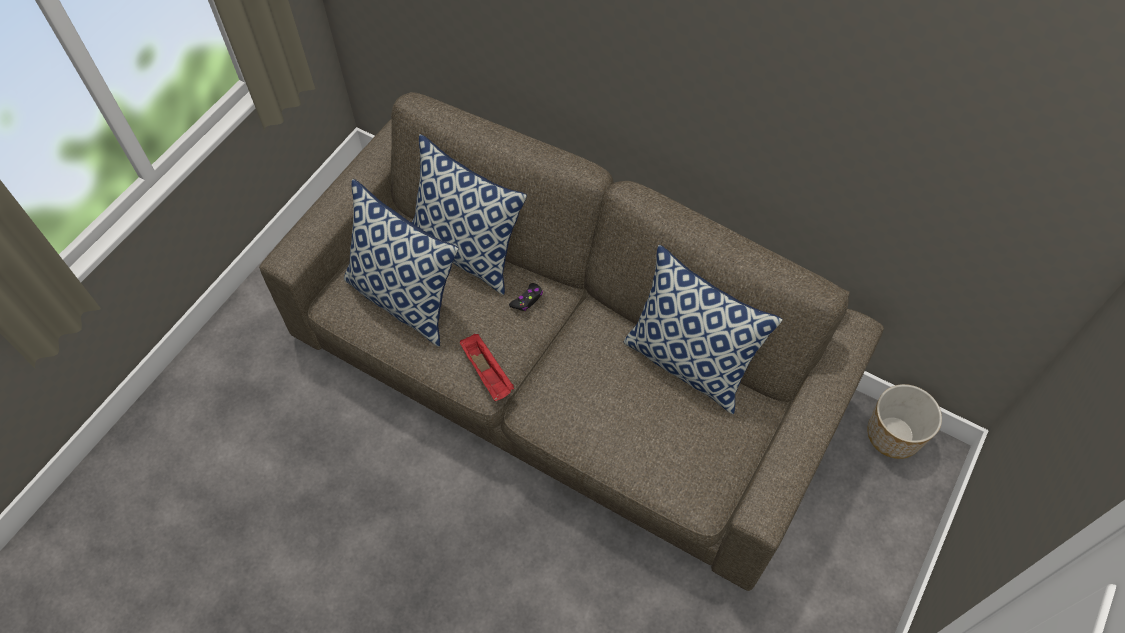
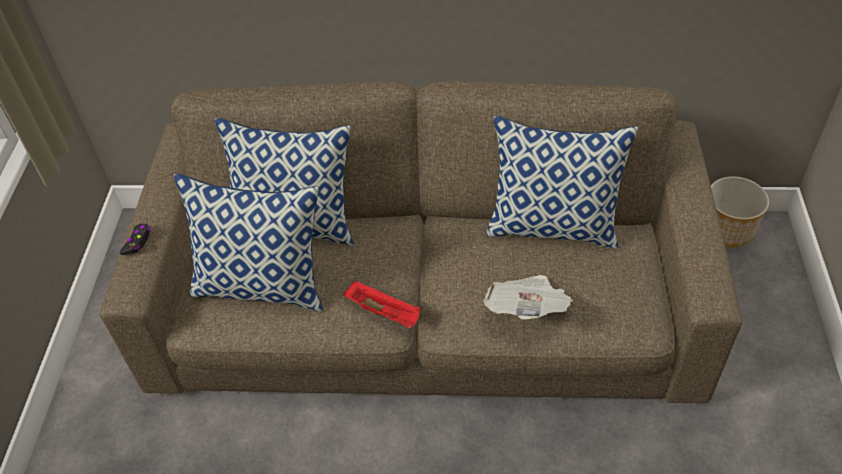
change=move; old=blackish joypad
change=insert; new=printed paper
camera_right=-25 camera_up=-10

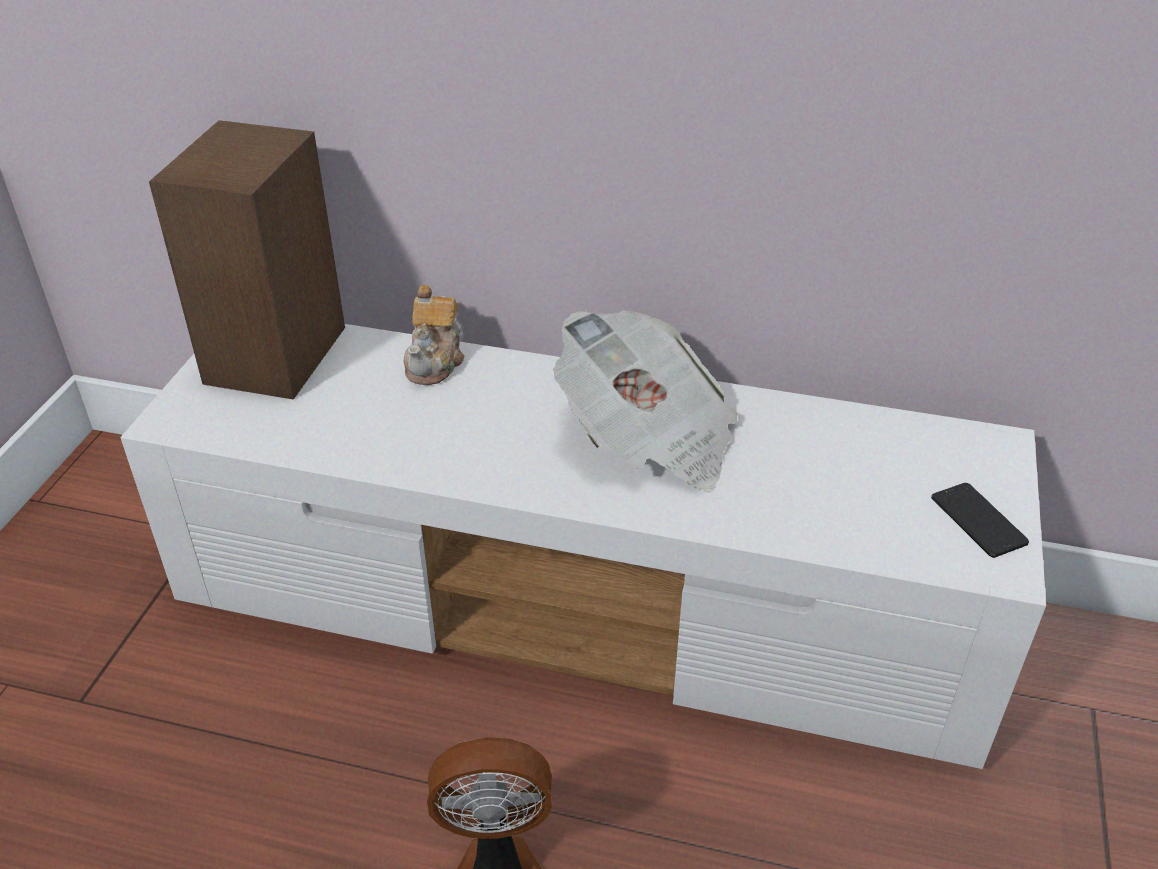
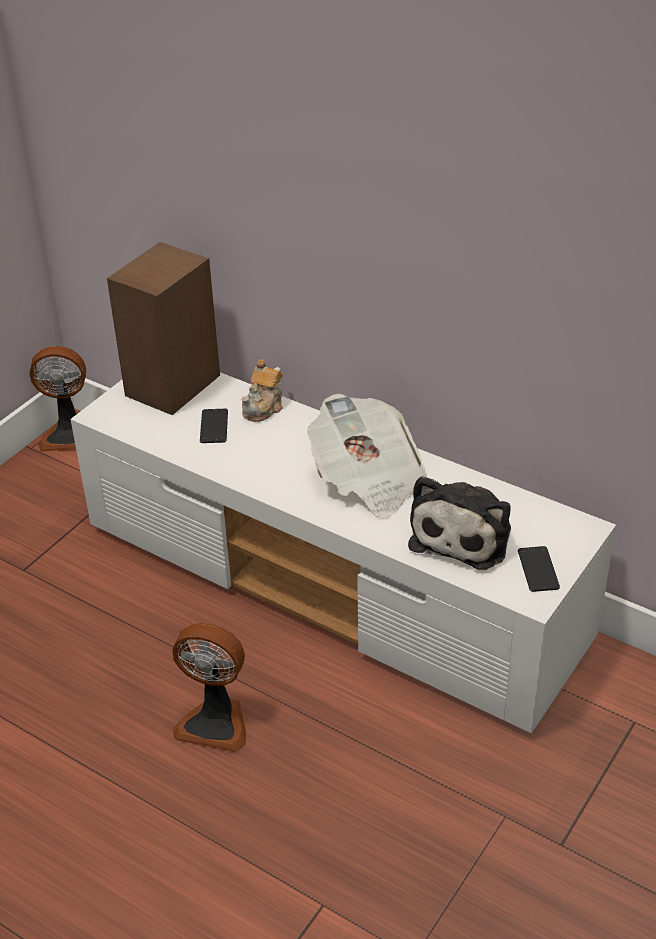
change=insert; new=fan (1st from left)
change=insert; new=handset (1st from left)
change=insert; new=soft toy
camera_right=20 camera_up=0

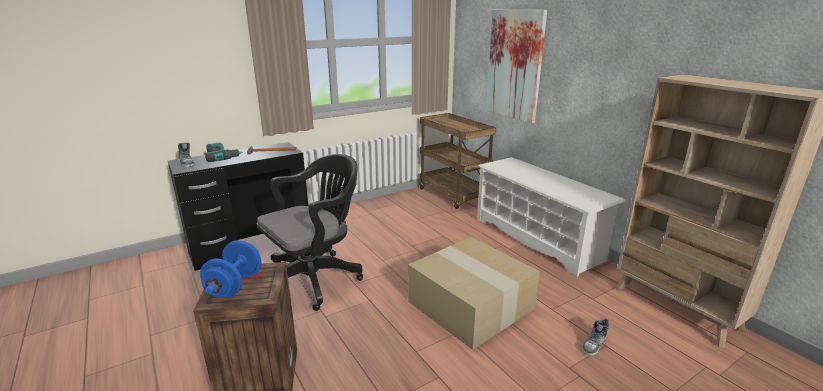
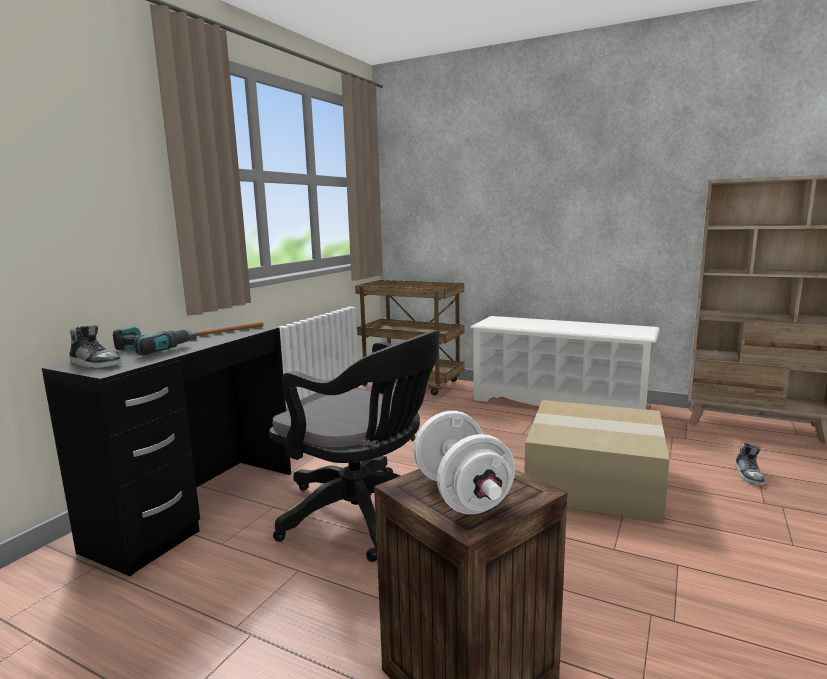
change=rotate; old=blackish desk chair; degrees=105
change=recolor; old=bluish dumbbell; new=whitish dumbbell
change=delete; old=wall art
camera_right=-30 camera_up=-10

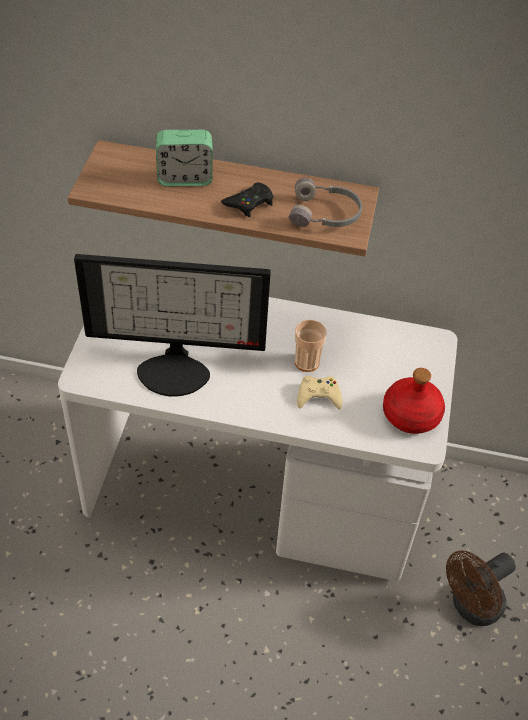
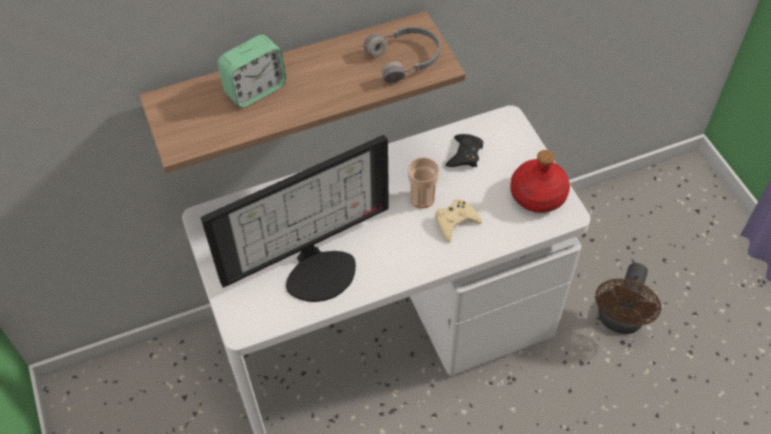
change=move; old=blackish joypad
camera_right=-30 camera_up=5

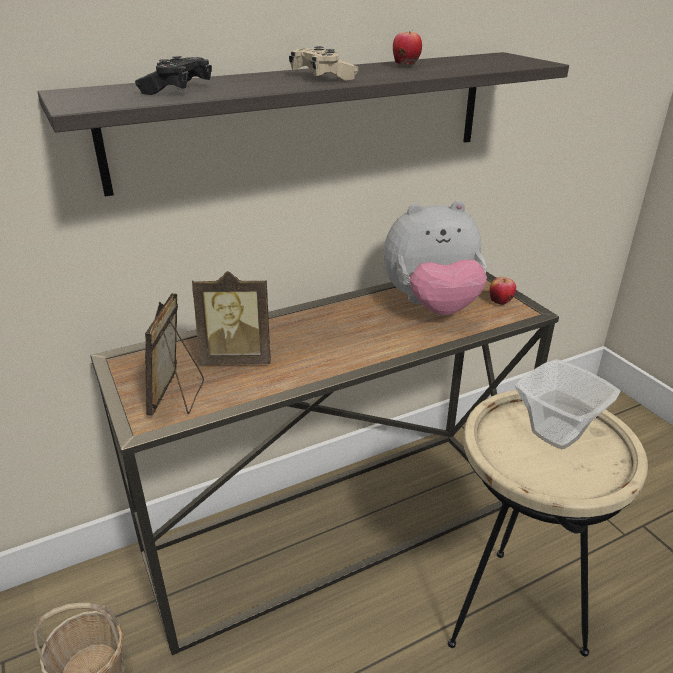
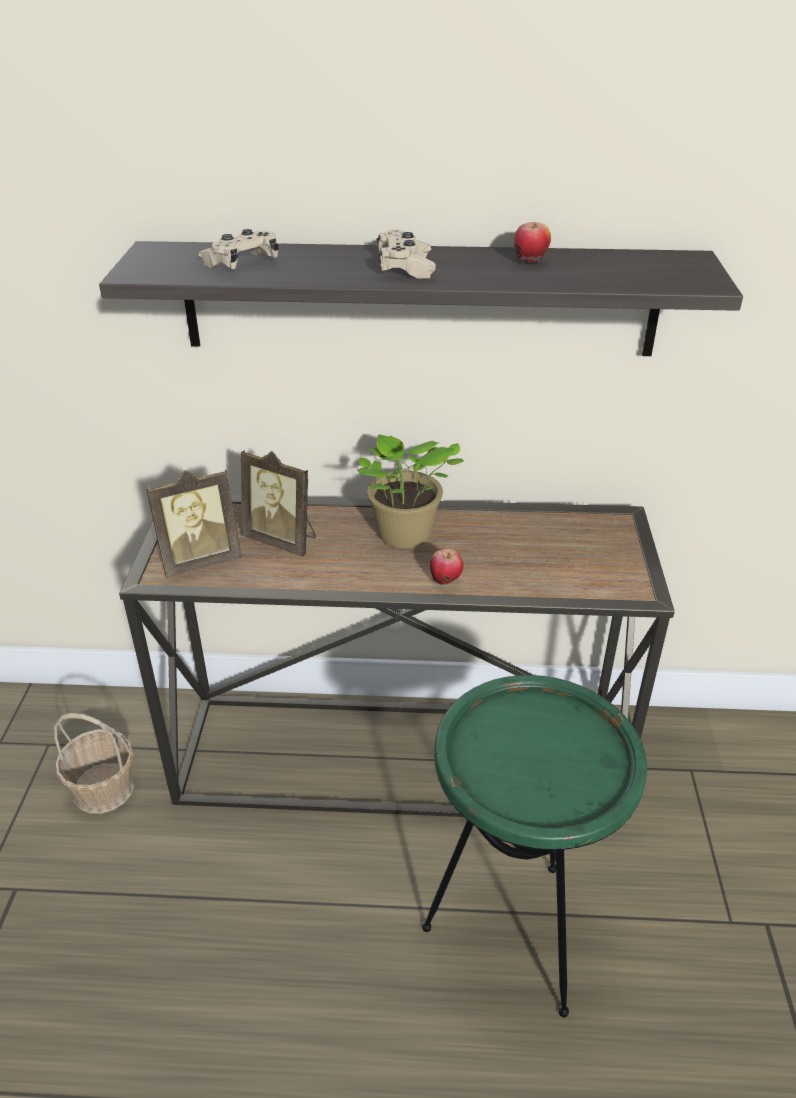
change=rotate; old=photo frame (1st from left); degrees=-150
change=recolor; old=blackish joypad; new=beige-coloured joypad (1st from left)
change=insert; new=plant in a pot
change=recolor; old=beige-coloured side table; new=greenish side table
change=move; old=apple fruit (2nd from left in the first image); new=apple fruit (1st from left)
change=delete; old=soft toy
change=delete; old=bowl
camera_right=30 camera_up=5

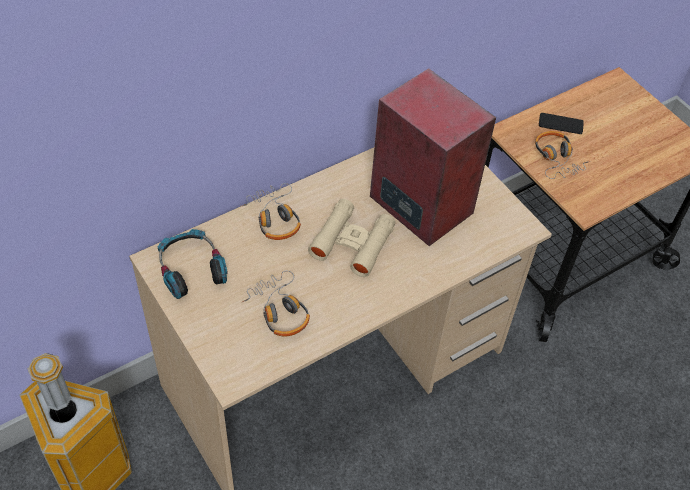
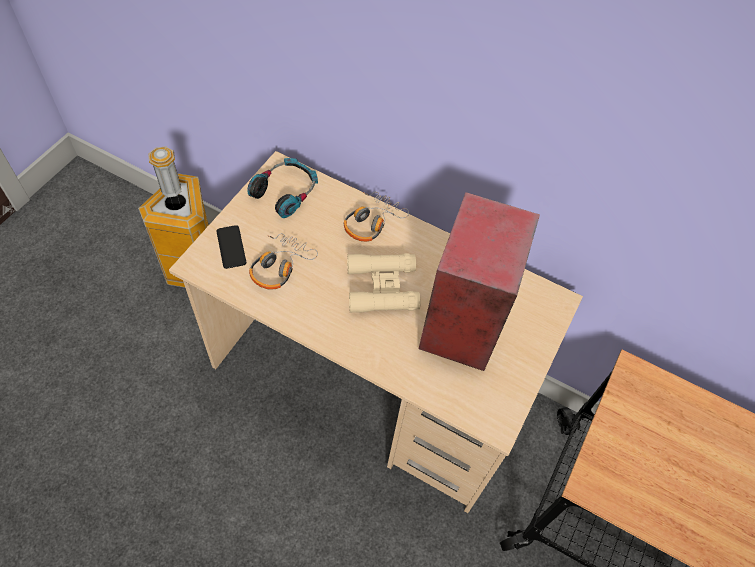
change=move; old=handset
change=delete; old=pair of headphones (4th from left)
camera_right=60 camera_up=5

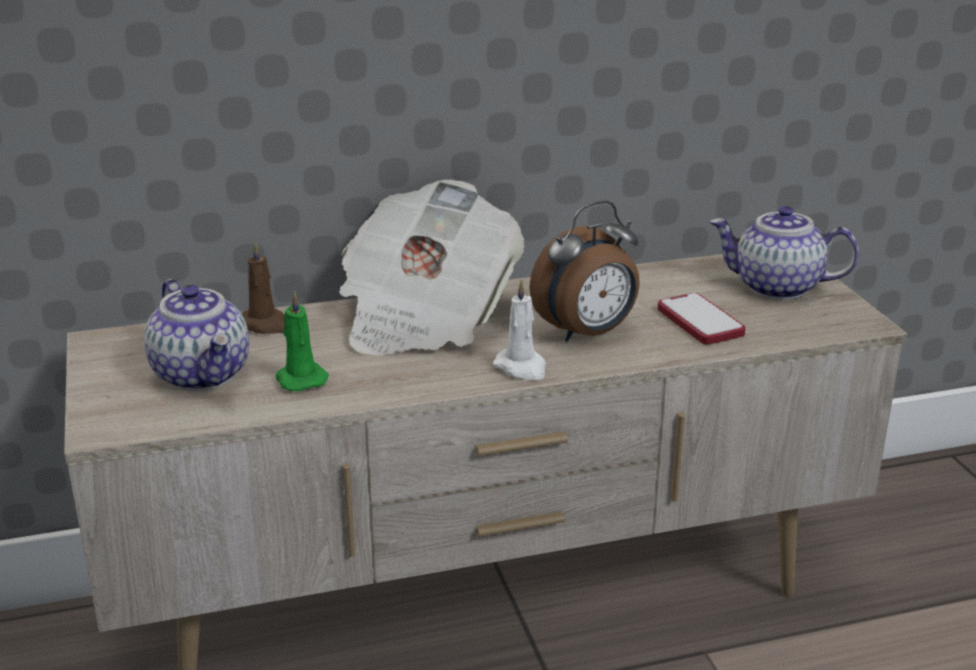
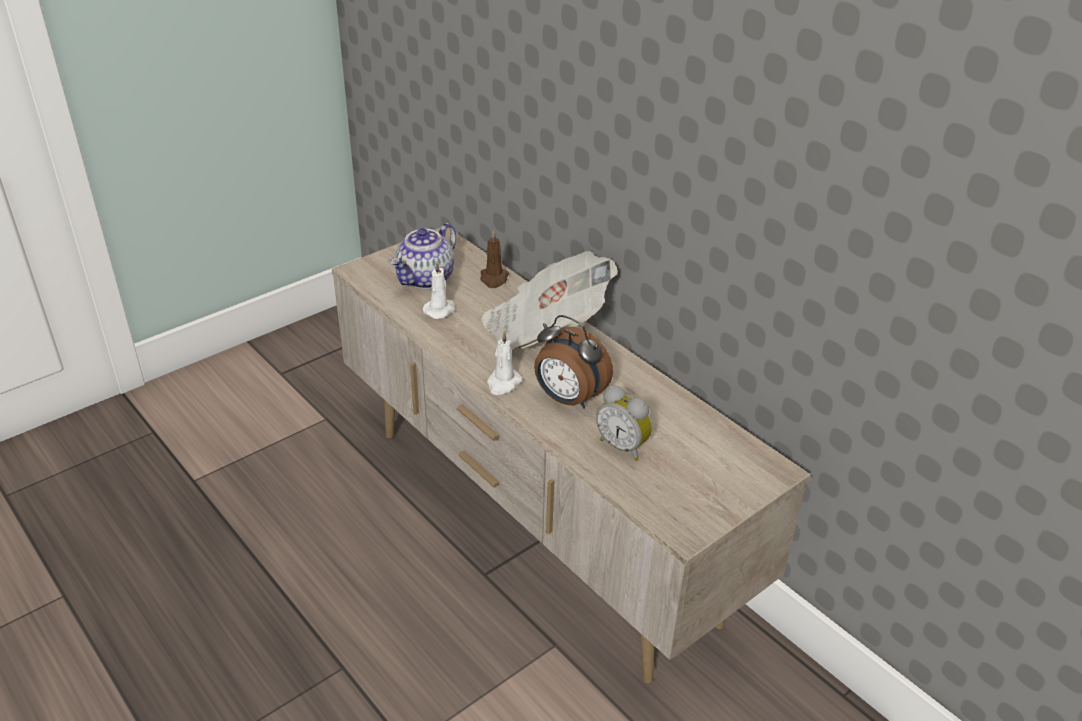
change=recolor; old=greenish wax light; new=whitish wax light (1st from left)
change=replace; old=handset; new=table clock (2nd from left)
change=delete; old=pot for tea (2nd from left)
camera_right=65 camera_up=10

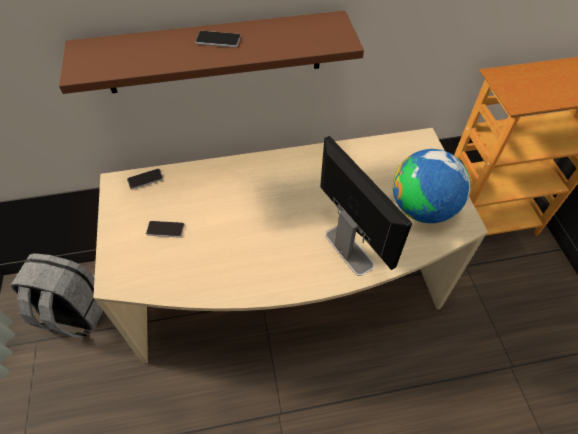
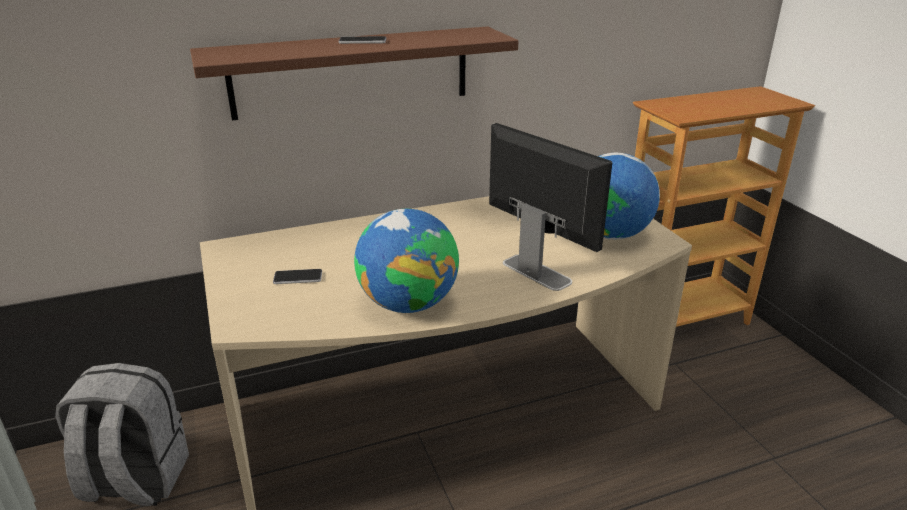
change=insert; new=desk globe (1st from left)
change=delete; old=handset (1st from left)
camera_right=-10 camera_up=-25

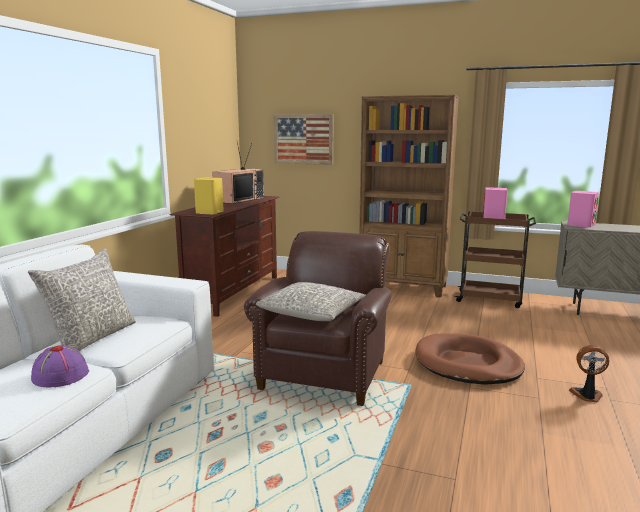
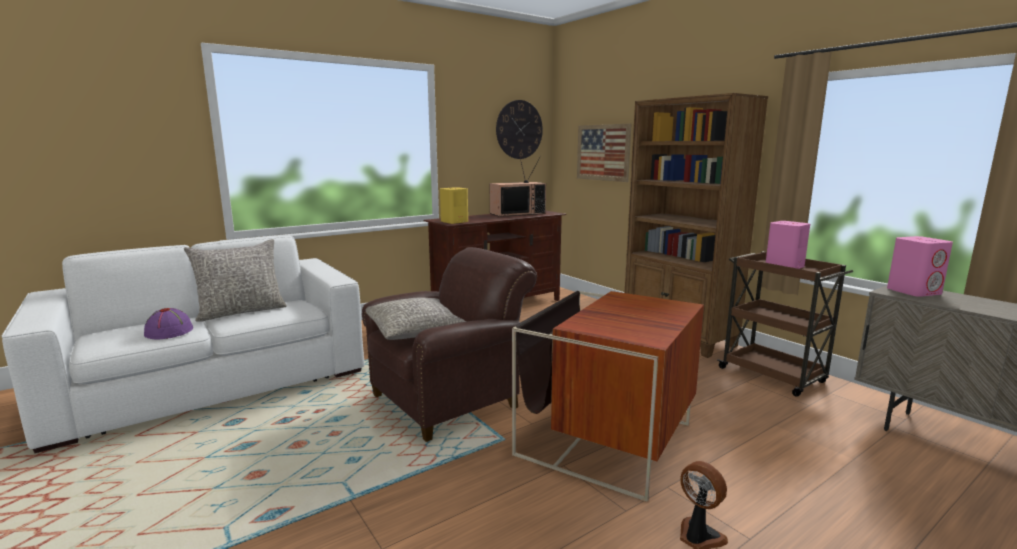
change=insert; new=clock on the wall
change=replace; old=brownish dog bed; new=side table
camera_right=35 camera_up=0

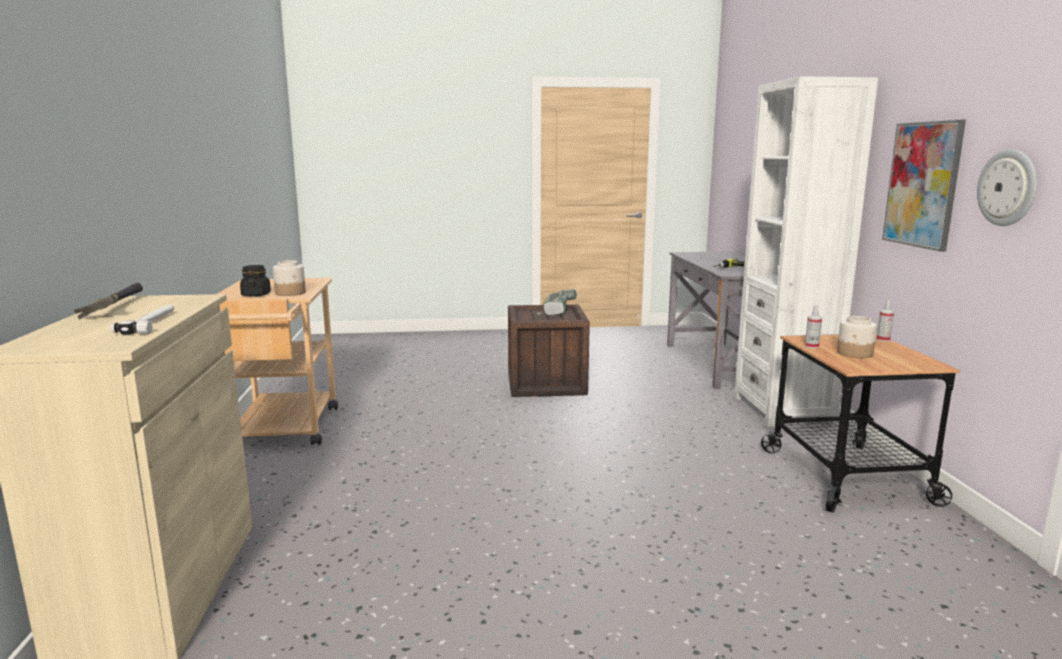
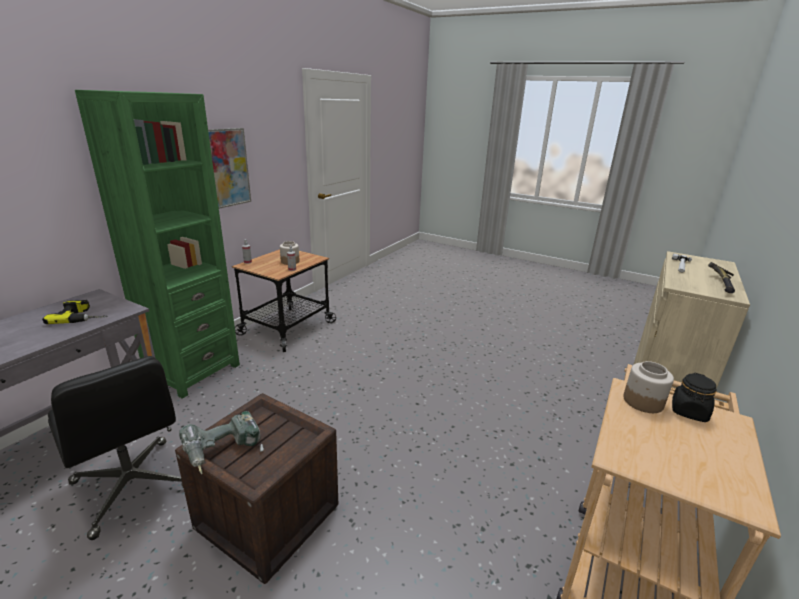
change=insert; new=blackish desk chair
change=recolor; old=whitish bookshelf; new=greenish bookshelf
change=delete; old=clock on the wall
camera_right=-145 camera_up=10

